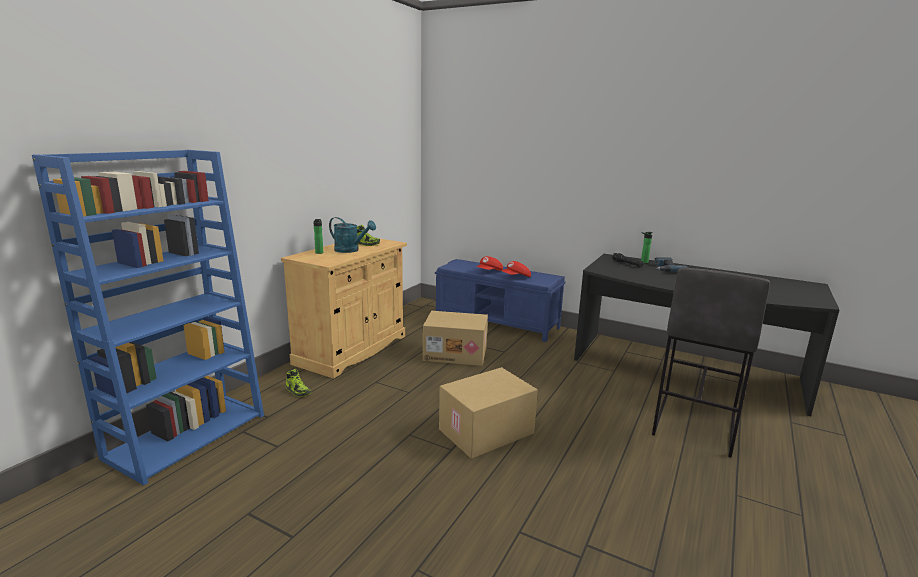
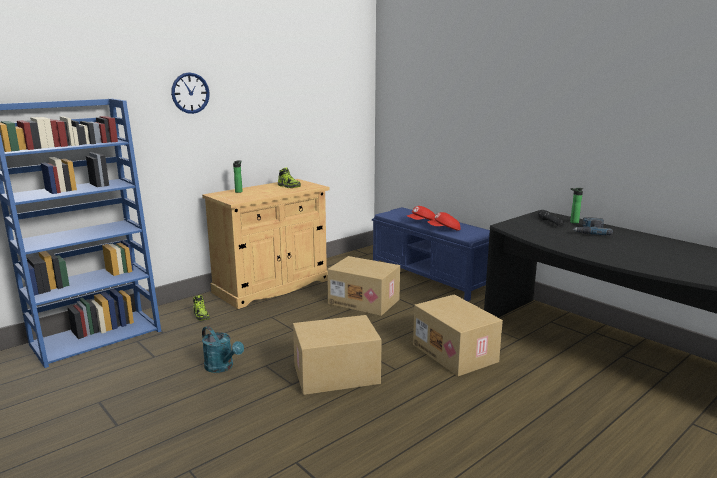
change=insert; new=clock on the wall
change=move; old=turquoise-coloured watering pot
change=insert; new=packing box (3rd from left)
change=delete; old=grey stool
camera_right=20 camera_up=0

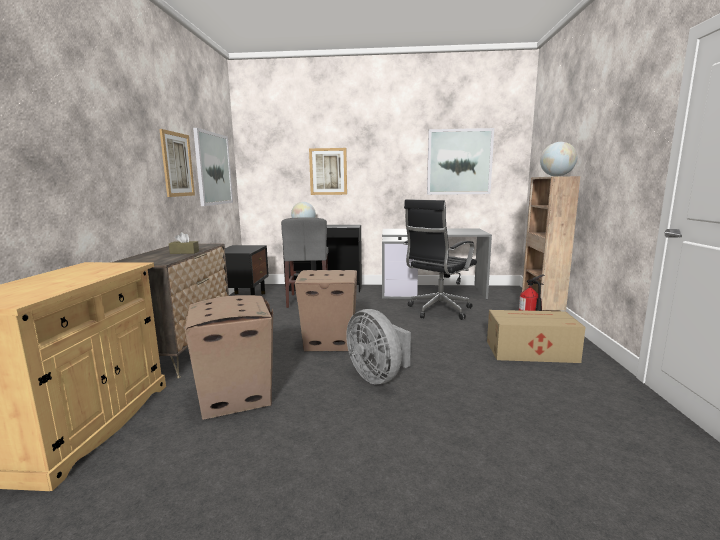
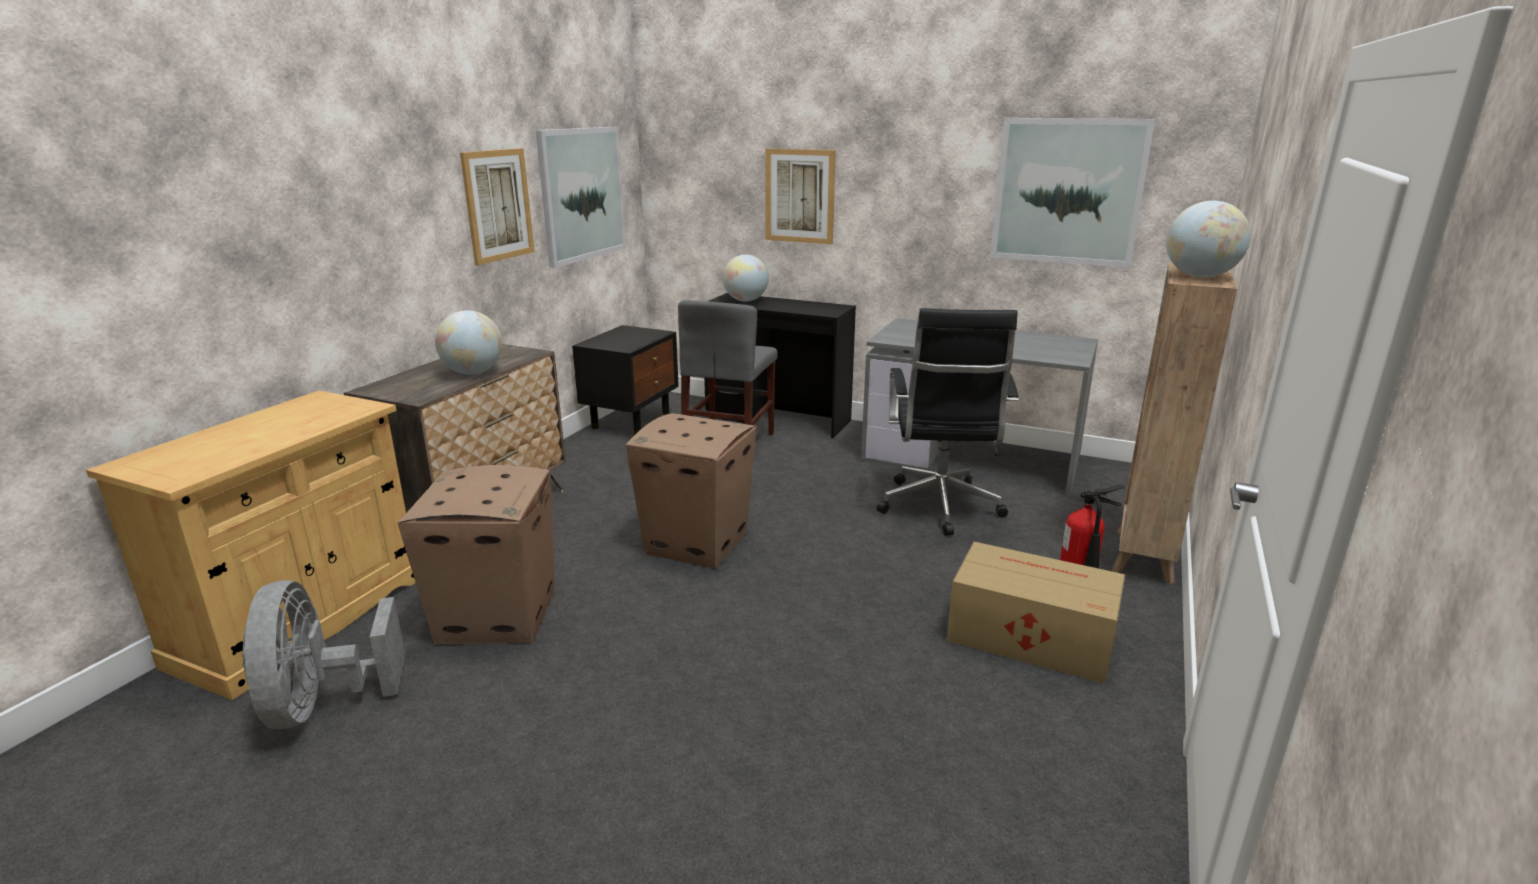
change=move; old=grey fan
change=replace; old=brownish box of tissues; new=desk globe (1st from left)
change=rotate; old=blackish desk chair; degrees=-60
camera_right=20 camera_up=10

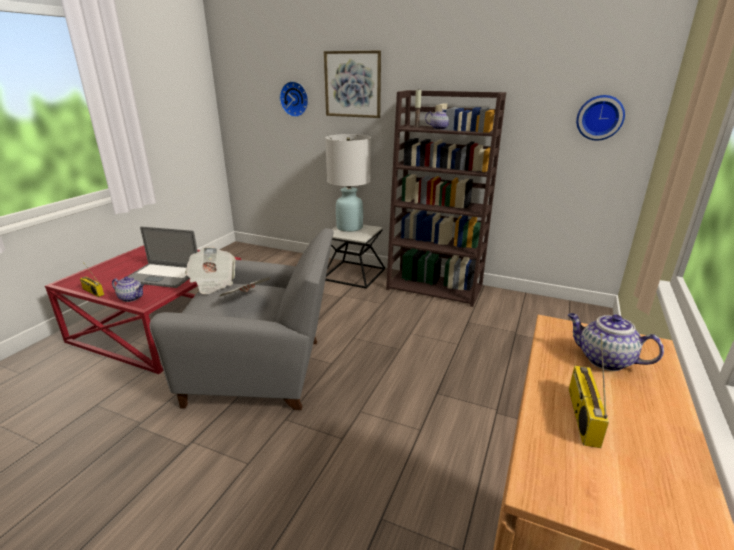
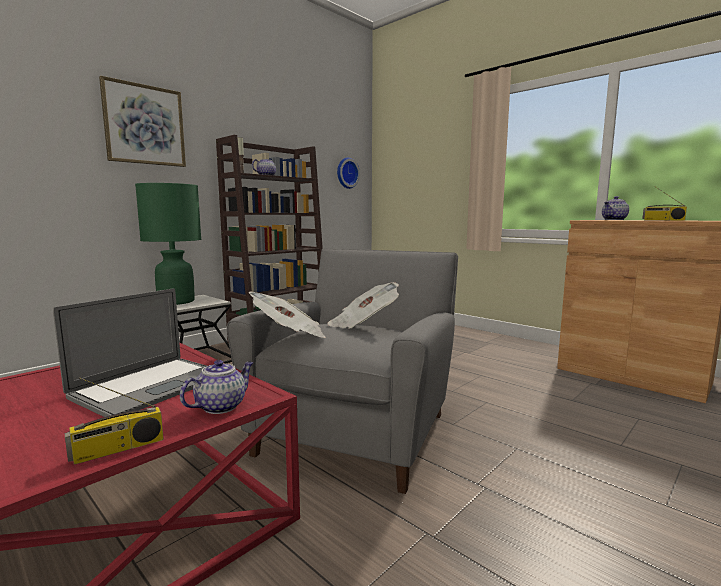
change=recolor; old=whitish table lamp; new=greenish table lamp
change=delete; old=clock on the wall (1st from left)
camera_right=-70 camera_up=-15

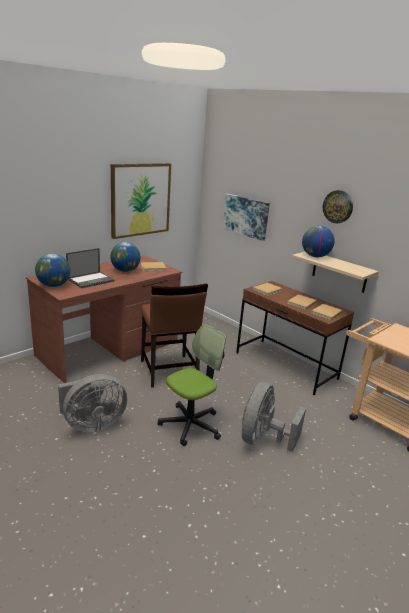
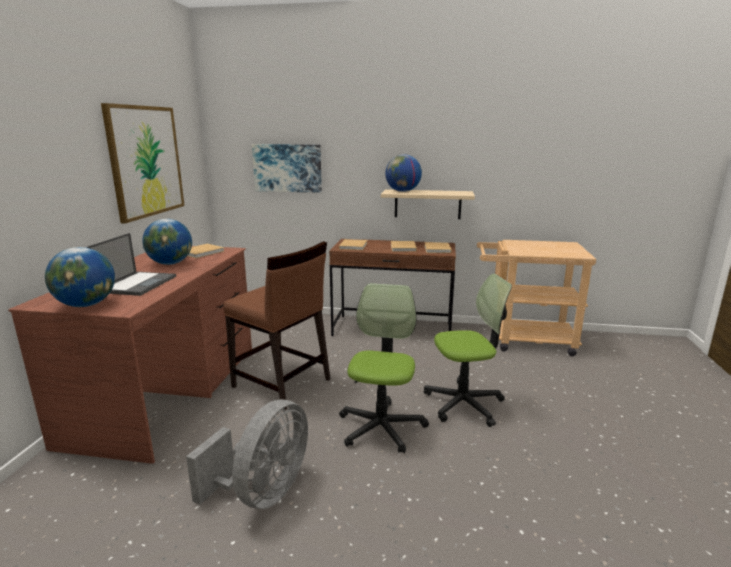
change=replace; old=grey fan (2nd from left); new=desk chair (2nd from left)
change=delete; old=clock on the wall
camera_right=-35 camera_up=-5

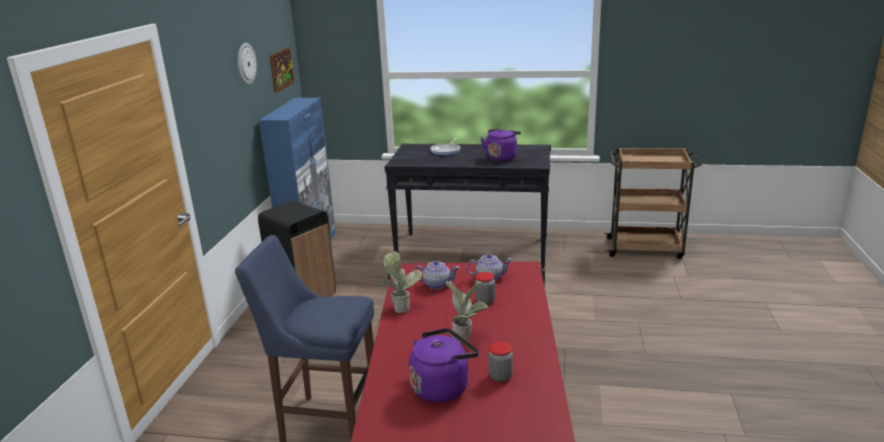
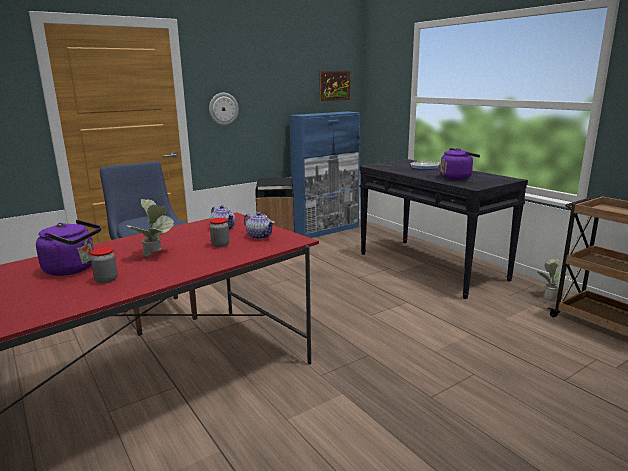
change=move; old=clock on the wall
change=move; old=plant in a pot (1st from left in the first image); new=plant in a pot (2nd from left)
camera_right=45 camera_up=-5

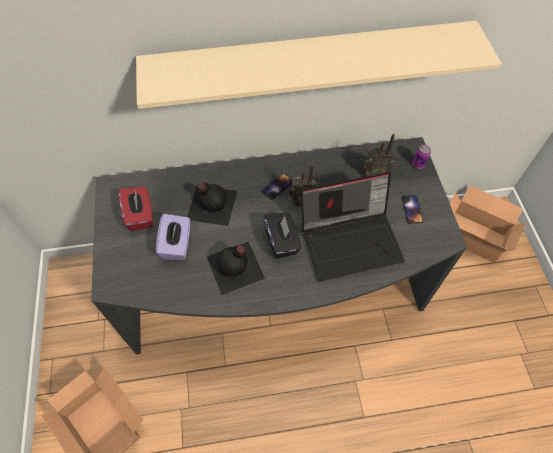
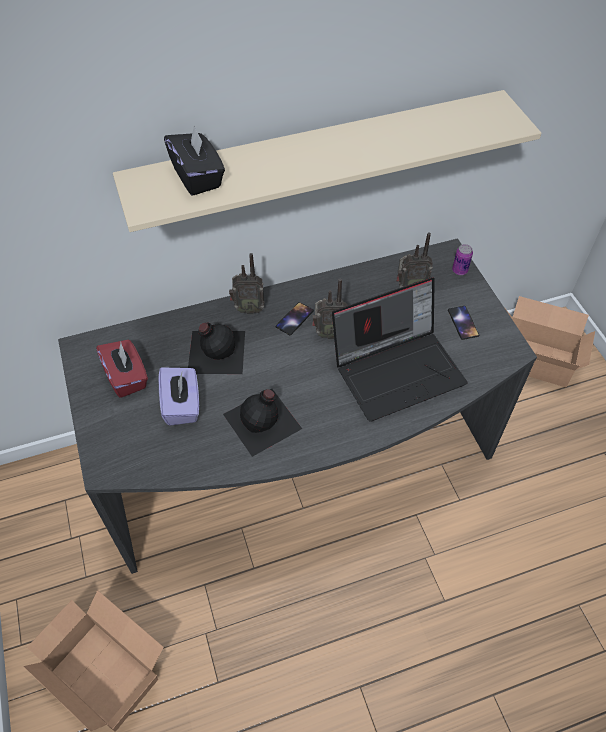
change=move; old=blackish box of tissues
change=insert; new=radio (1st from left)
camera_right=-10 camera_up=-5

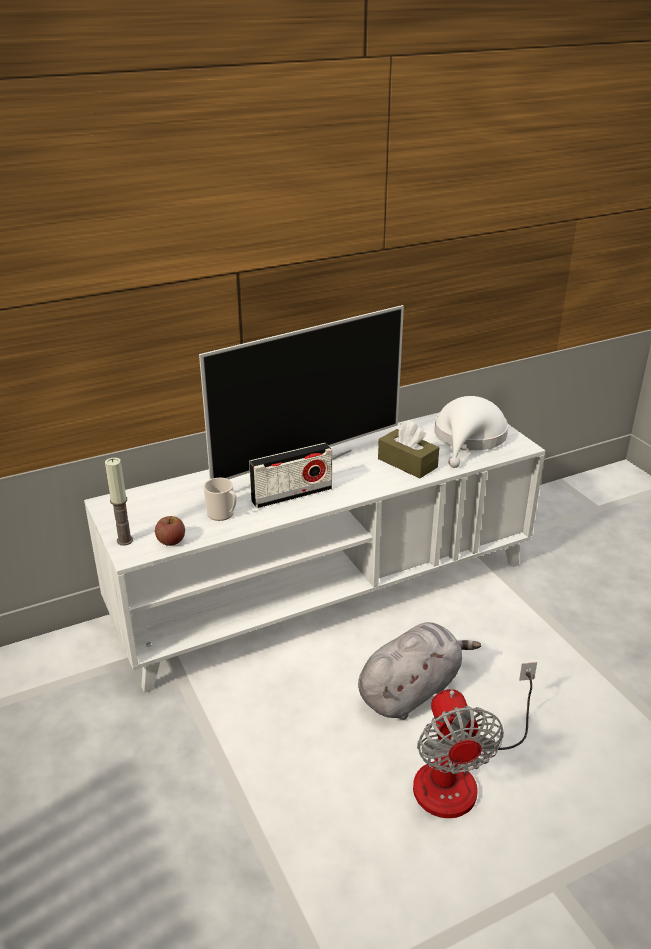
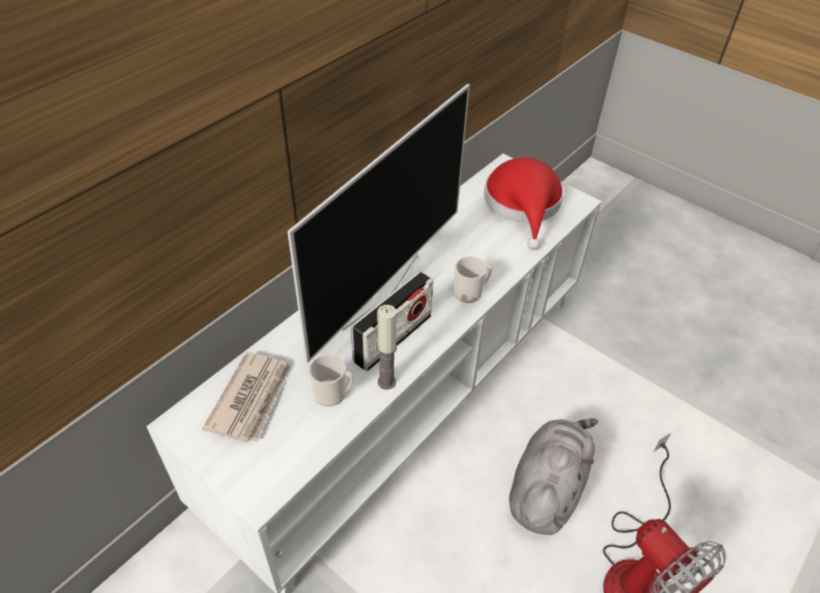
change=insert; new=printed paper
change=move; old=wax light
change=insert; new=mug (2nd from left)
change=recolor; old=whitish wearable hat; new=red-coloured wearable hat
change=delete; old=apple fruit
change=delete; old=brownish box of tissues
camera_right=-25 camera_up=15

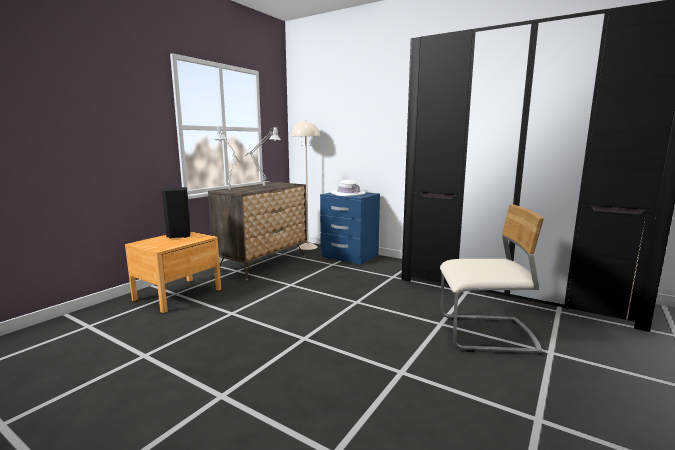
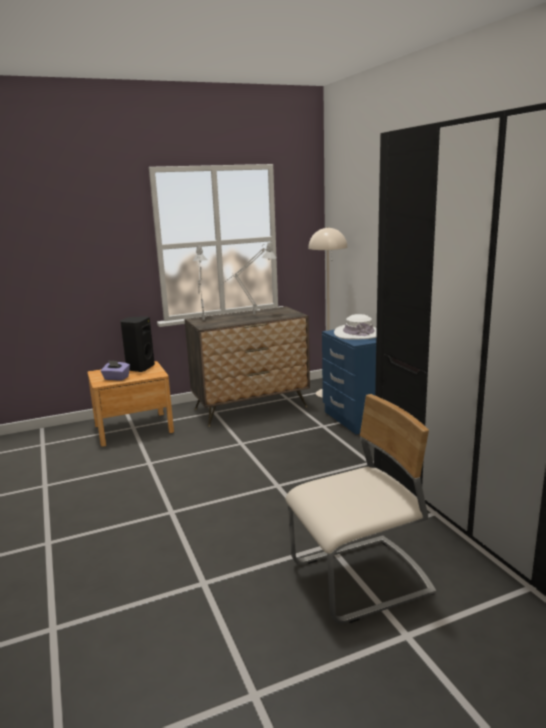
change=insert; new=purple-coloured box of tissues
change=rotate; old=beige-coloured plain chair; degrees=-60
camera_right=35 camera_up=5

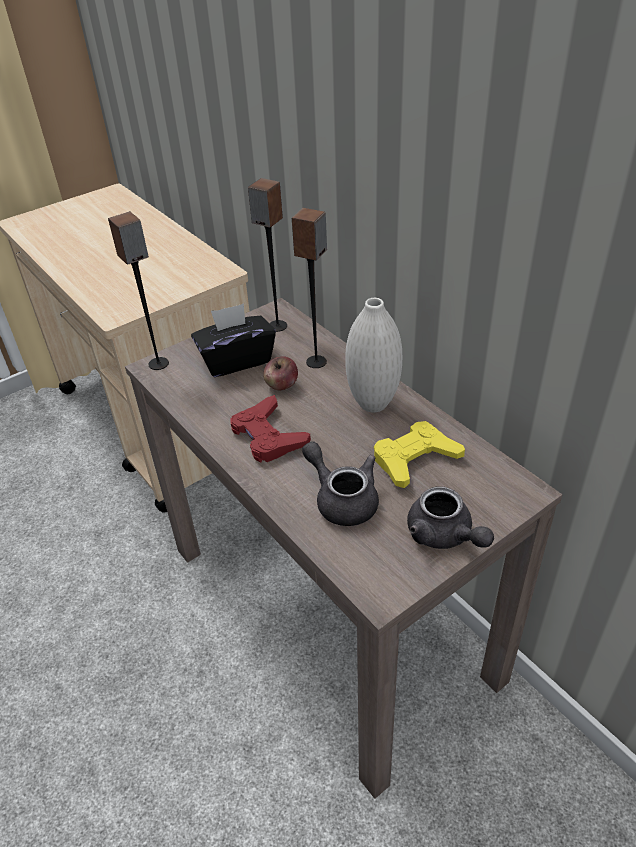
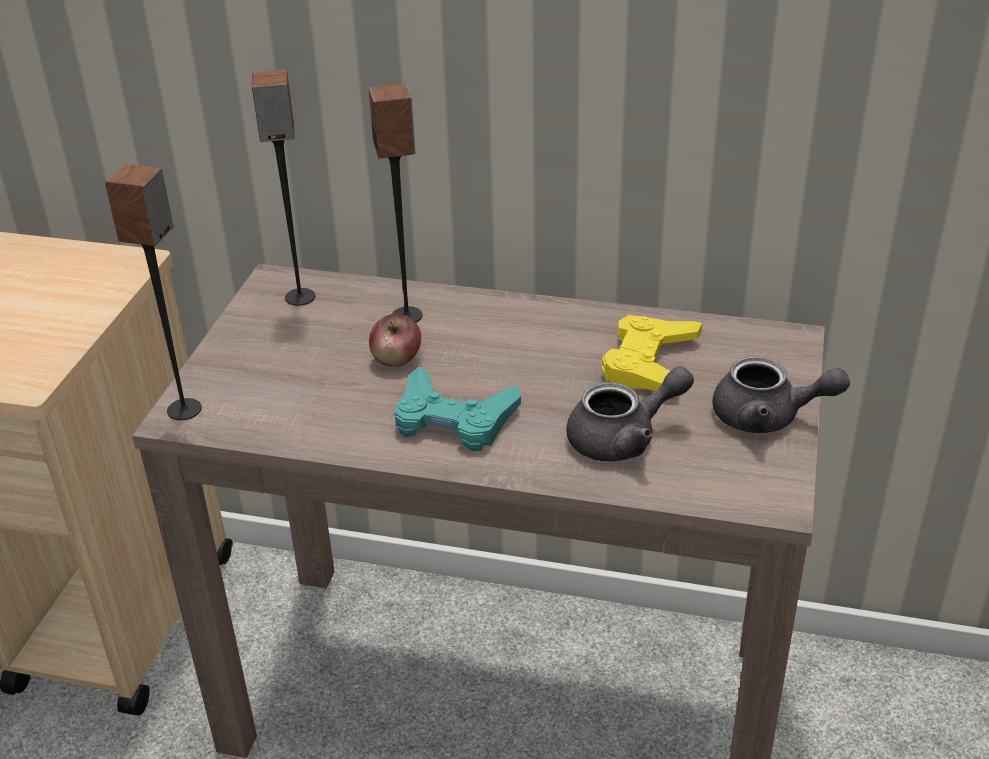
change=recolor; old=red-coloured joypad; new=turquoise-coloured joypad
change=rotate; old=grey pot for tea (1st from left); degrees=150
change=delete; old=blackish box of tissues
change=delete; old=whitish vase
camera_right=-40 camera_up=-5

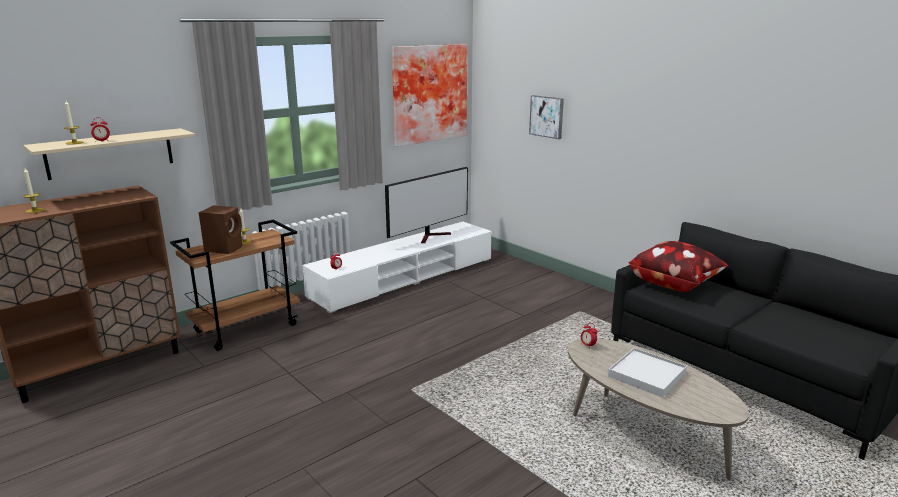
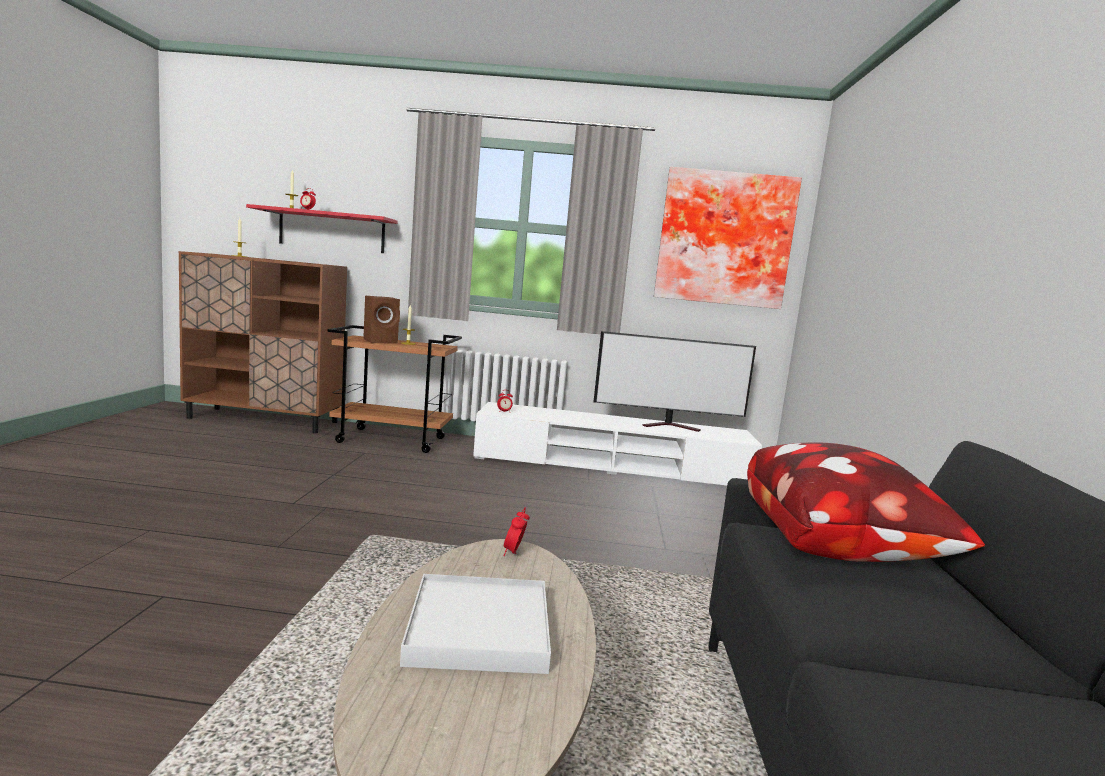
change=recolor; old=beige-coloured shelf; new=red-coloured shelf
change=delete; old=wall art (2nd from left)
camera_right=45 camera_up=-10

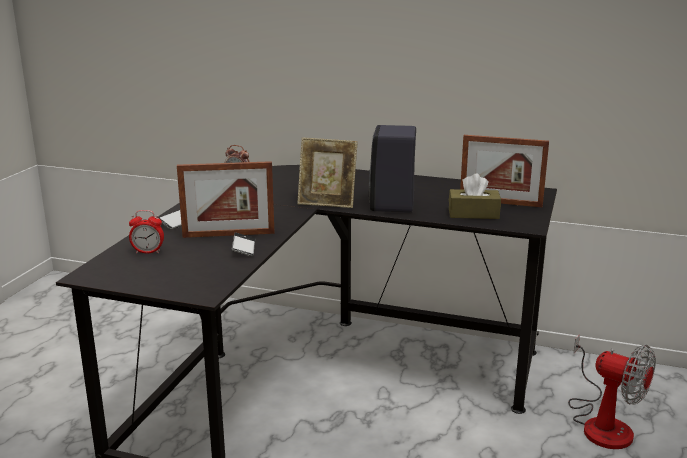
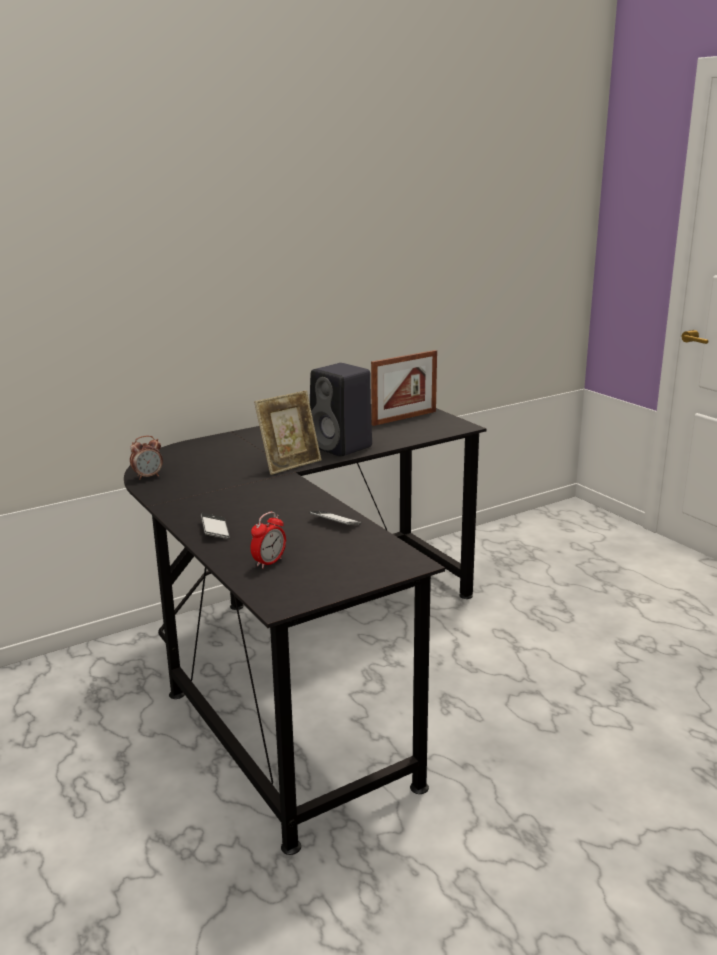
change=delete; old=photo frame (1st from left)
change=delete; old=brownish box of tissues
change=delete; old=fan
camera_right=-50 camera_up=0

